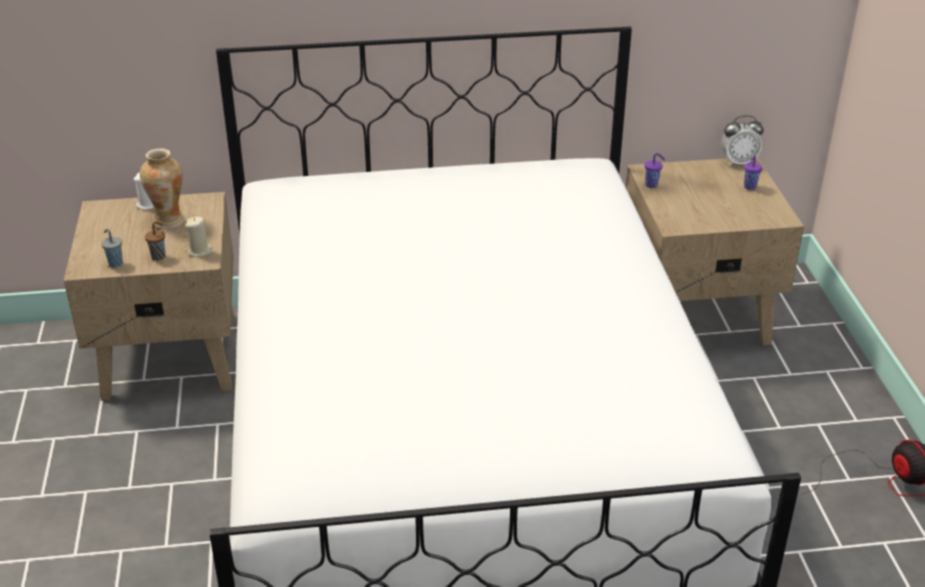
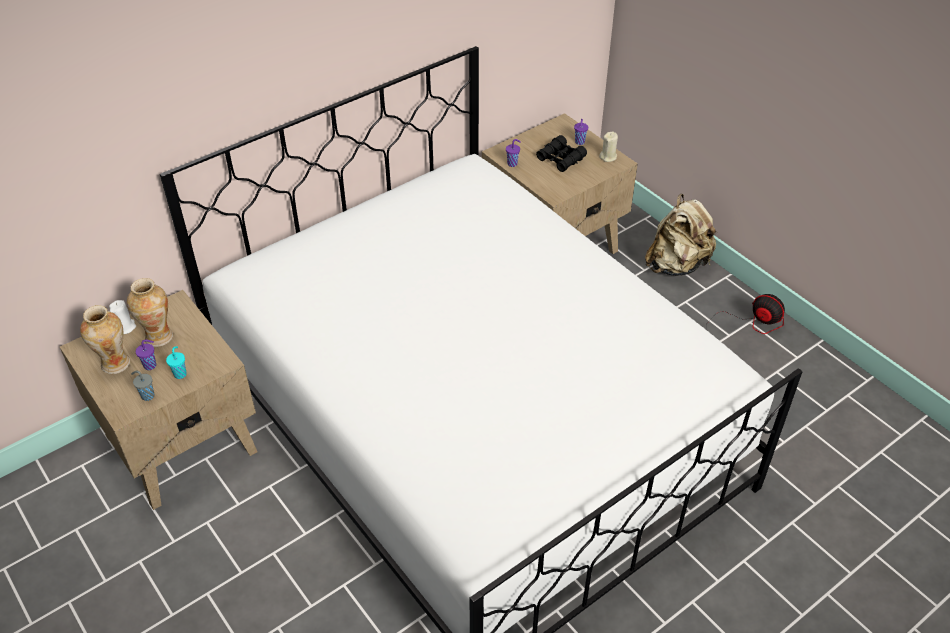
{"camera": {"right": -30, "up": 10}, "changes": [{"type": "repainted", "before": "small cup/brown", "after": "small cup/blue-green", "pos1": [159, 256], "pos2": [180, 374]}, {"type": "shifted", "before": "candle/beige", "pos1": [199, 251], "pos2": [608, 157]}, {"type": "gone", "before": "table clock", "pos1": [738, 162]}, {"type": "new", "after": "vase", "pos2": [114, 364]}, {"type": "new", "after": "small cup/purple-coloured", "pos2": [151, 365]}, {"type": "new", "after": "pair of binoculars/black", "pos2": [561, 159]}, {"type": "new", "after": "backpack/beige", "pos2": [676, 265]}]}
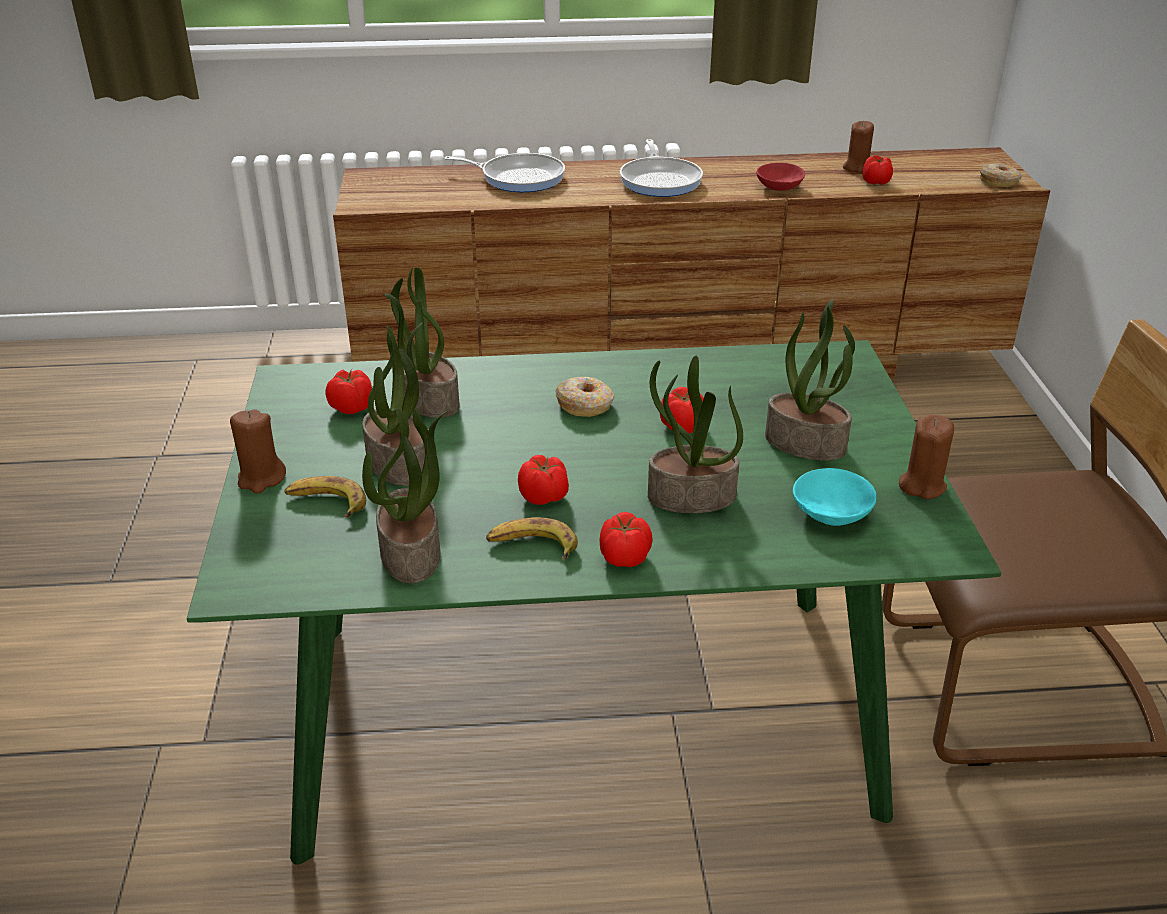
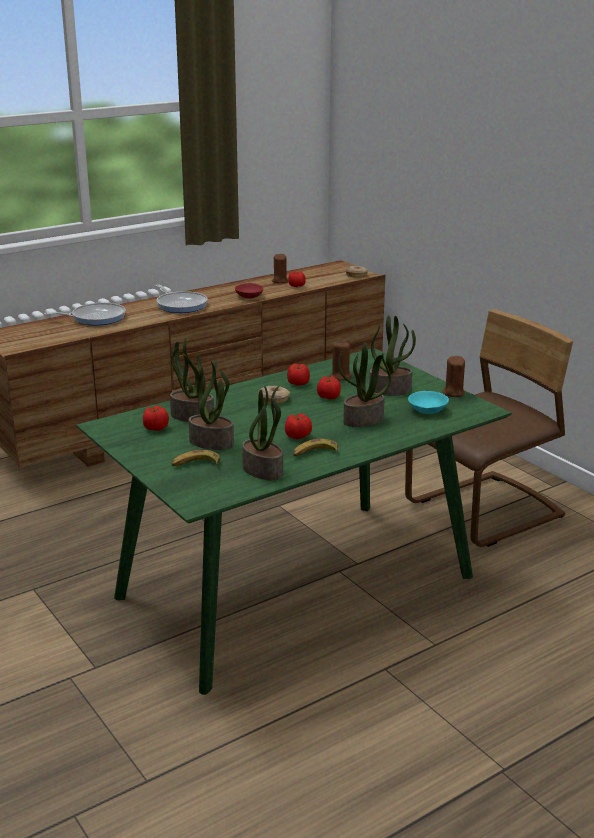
{"camera": {"right": -30, "up": -10}, "changes": [{"type": "shifted", "before": "candle/brown", "pos1": [261, 478], "pos2": [341, 376]}, {"type": "shifted", "before": "fresh tomato", "pos1": [623, 558], "pos2": [298, 384]}]}
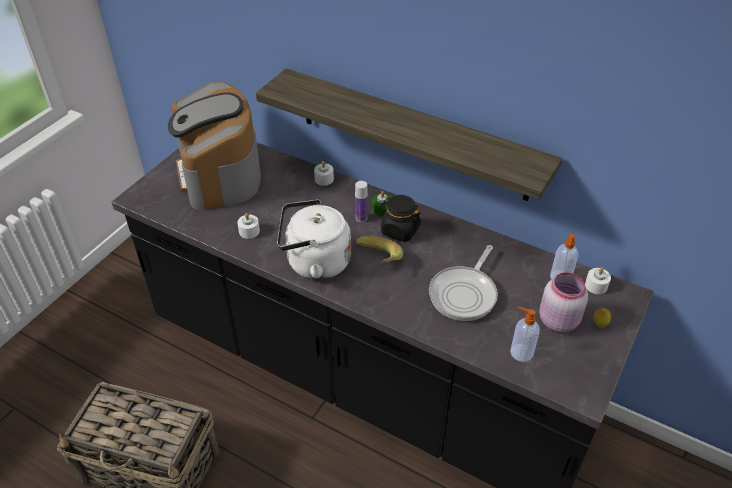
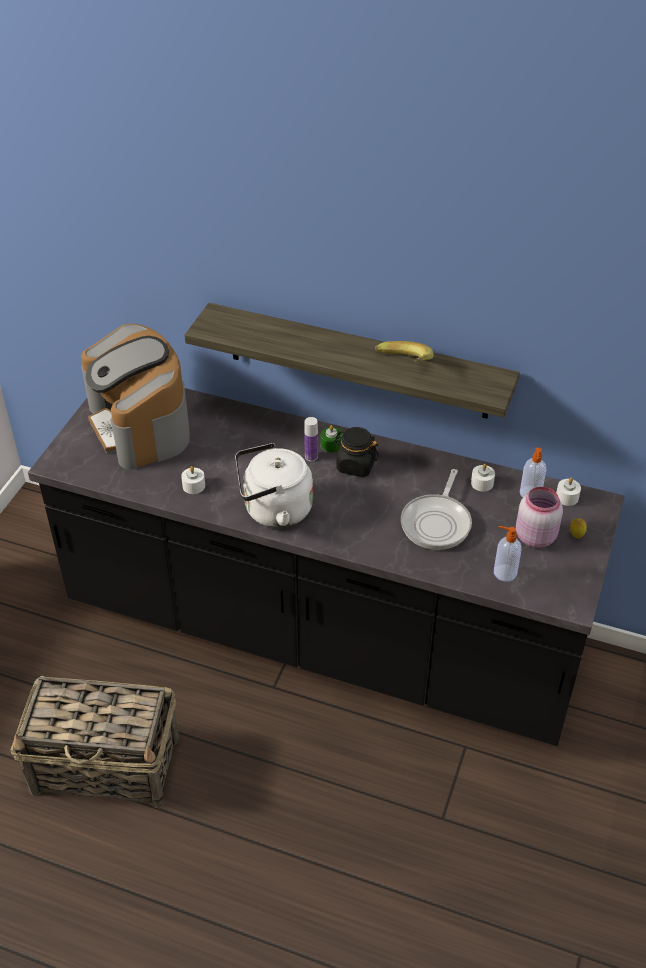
{"camera": {"right": -10, "up": 0}, "changes": [{"type": "shifted", "before": "candle/white-coloured", "pos1": [324, 179], "pos2": [482, 483]}, {"type": "shifted", "before": "banana", "pos1": [376, 261], "pos2": [403, 366]}]}
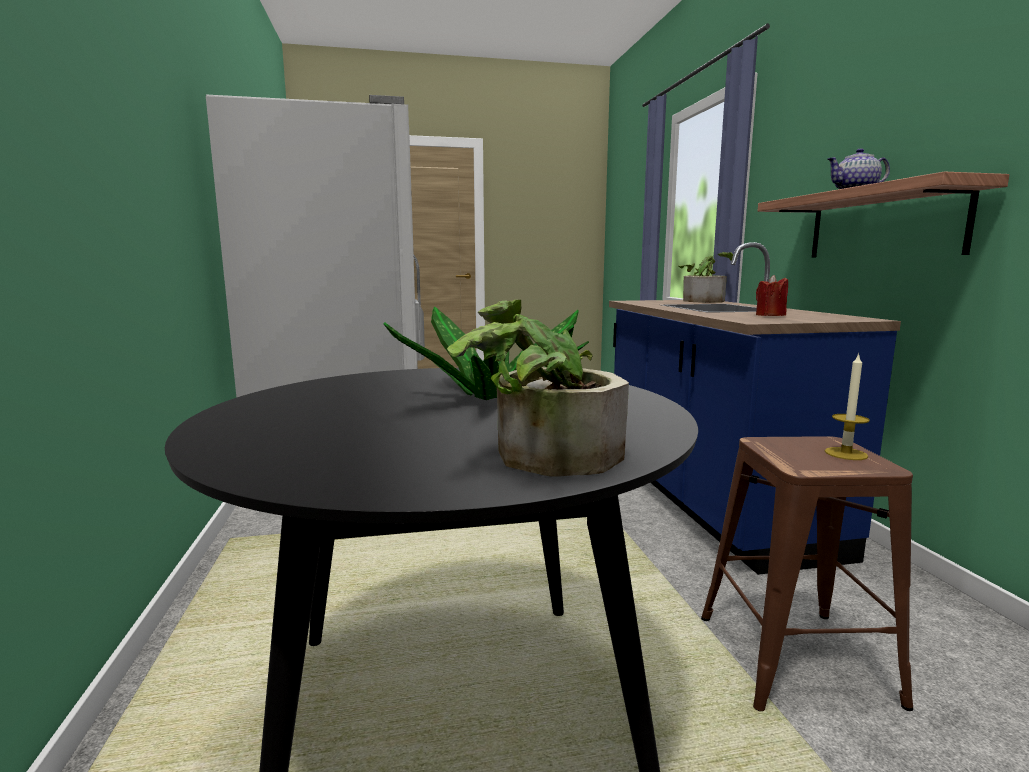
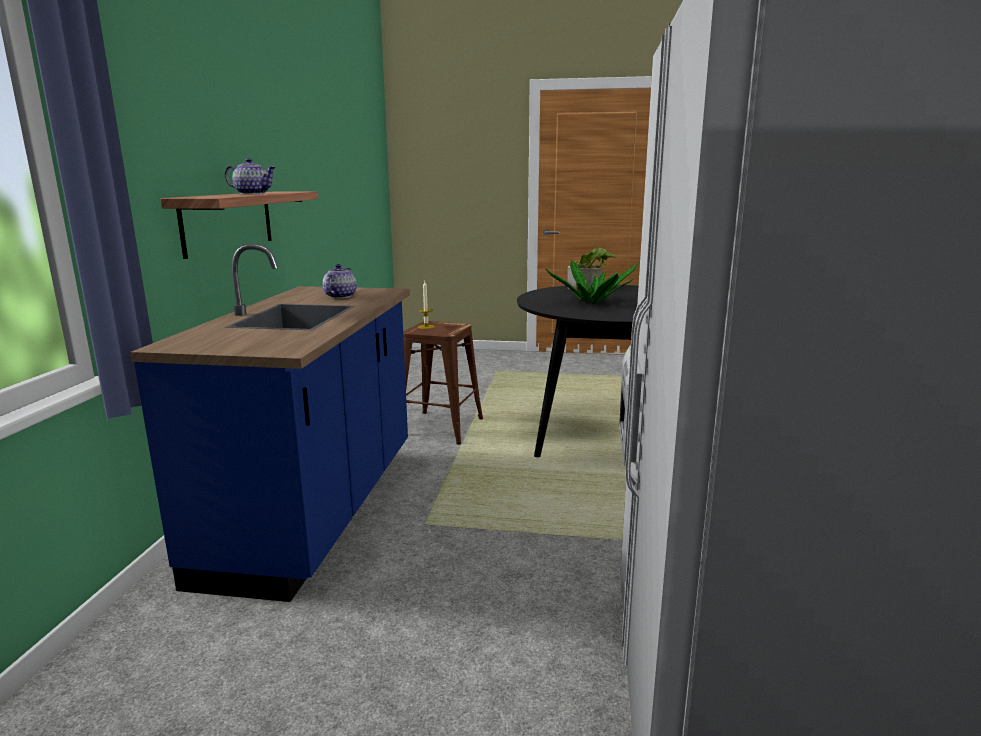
{"camera": {"right": -160, "up": 5}, "changes": [{"type": "gone", "before": "potted plant", "pos1": [704, 301]}, {"type": "swapped", "before": "candle/red-coloured", "after": "teapot", "pos1": [770, 315], "pos2": [340, 296]}]}
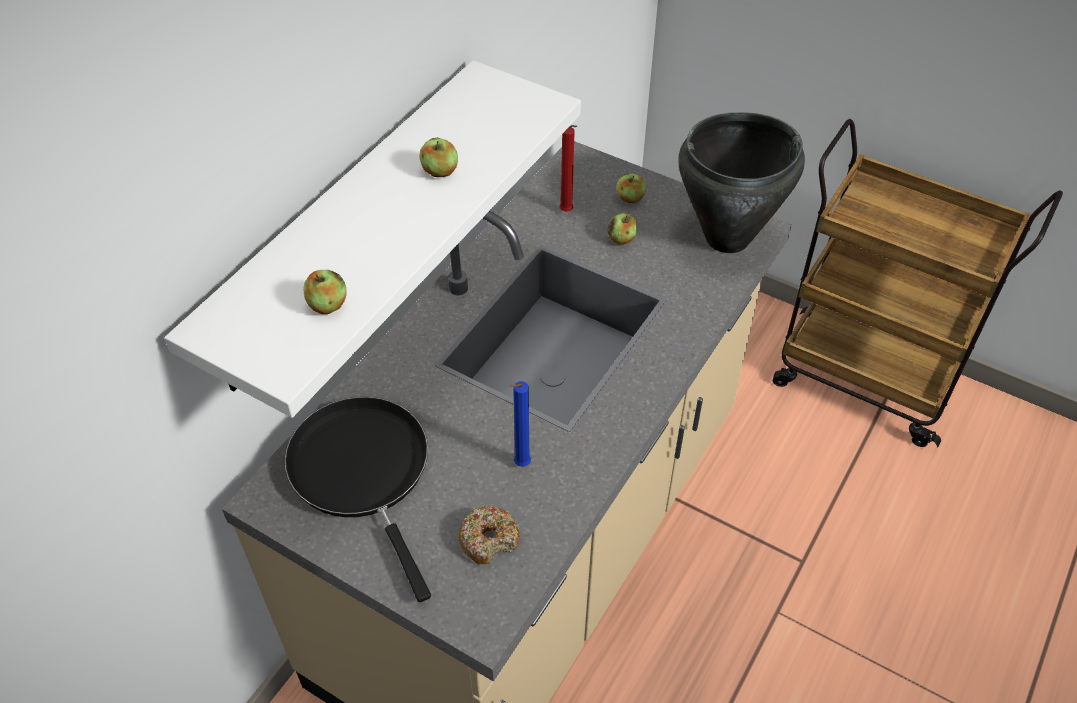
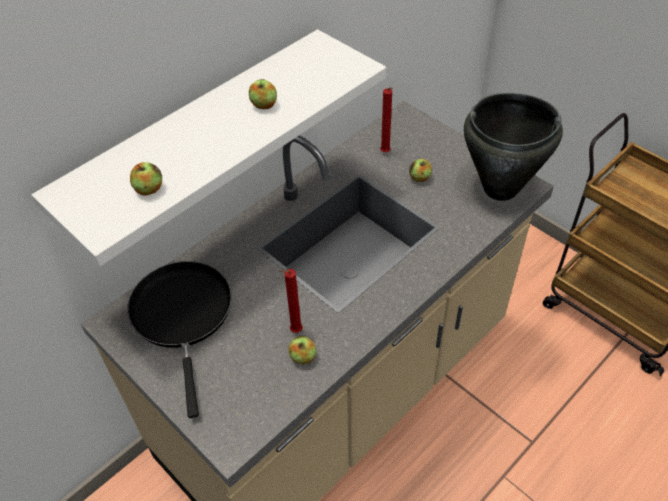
{"camera": {"right": 15, "up": 0}, "changes": [{"type": "gone", "before": "donut", "pos1": [489, 539]}, {"type": "repainted", "before": "candle/blue", "after": "candle/red-coloured", "pos1": [520, 465], "pos2": [294, 331]}, {"type": "shifted", "before": "whole apple", "pos1": [630, 198], "pos2": [303, 357]}]}
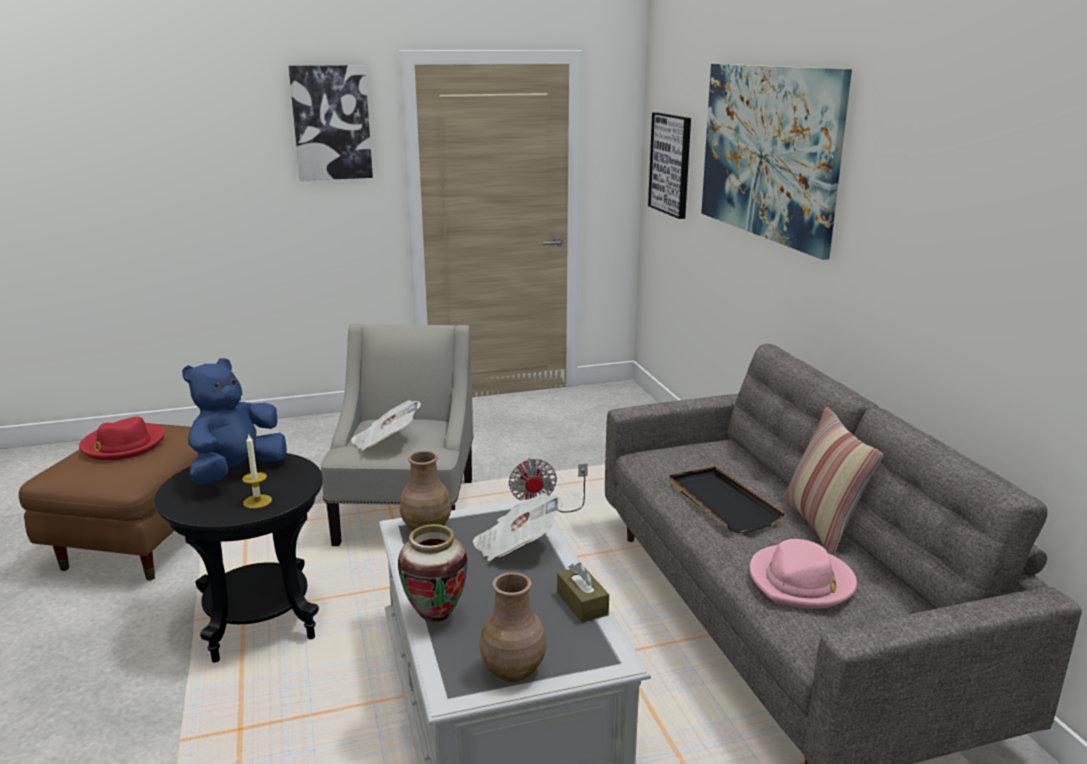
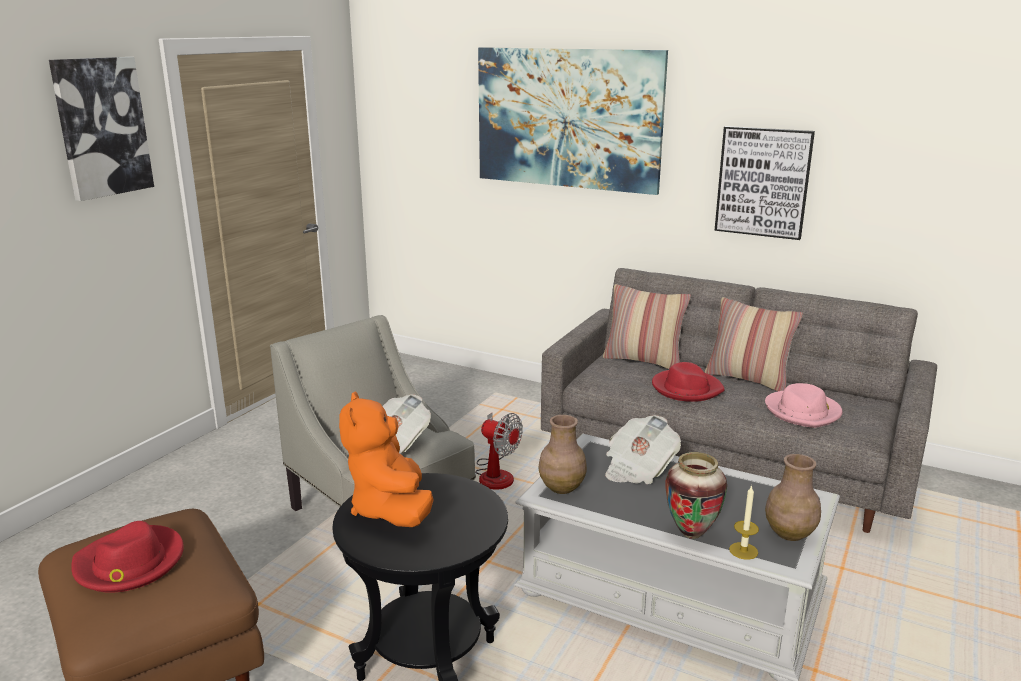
{"camera": {"right": -45, "up": 0}, "changes": [{"type": "repainted", "before": "plush toy/blue", "after": "plush toy/orange", "pos1": [237, 472], "pos2": [390, 509]}, {"type": "shifted", "before": "candle", "pos1": [257, 501], "pos2": [743, 551]}, {"type": "gone", "before": "box of tissues/brown", "pos1": [582, 604]}, {"type": "shifted", "before": "picture", "pos1": [671, 164], "pos2": [763, 182]}, {"type": "swapped", "before": "carrying tray/black", "after": "wearable hat/red-coloured", "pos1": [721, 502], "pos2": [686, 388]}, {"type": "new", "after": "cushion", "pos2": [643, 361]}]}
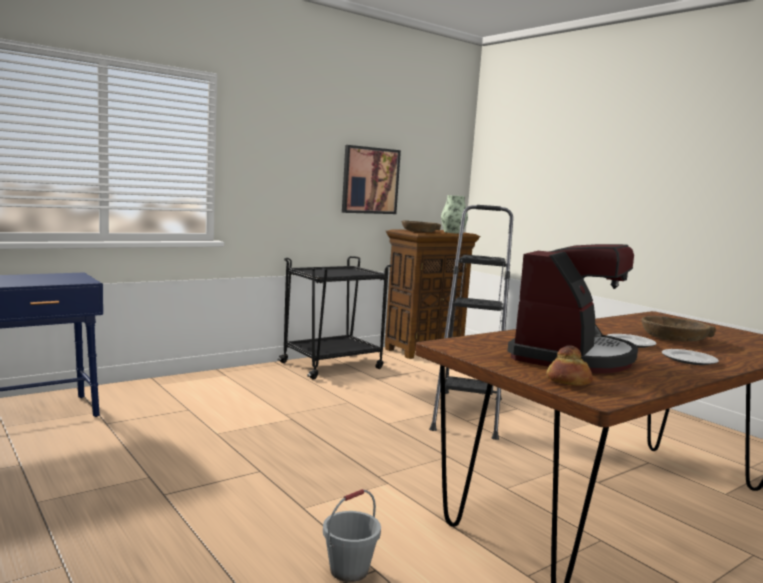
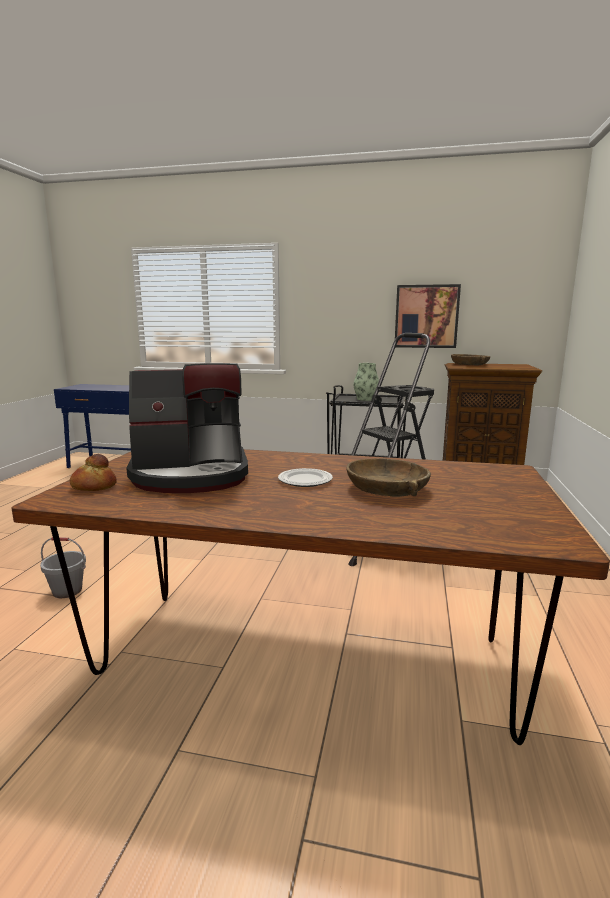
{"camera": {"right": 50, "up": 5}, "changes": [{"type": "shifted", "before": "vase", "pos1": [453, 232], "pos2": [366, 399]}, {"type": "gone", "before": "dinner plate", "pos1": [689, 359]}]}
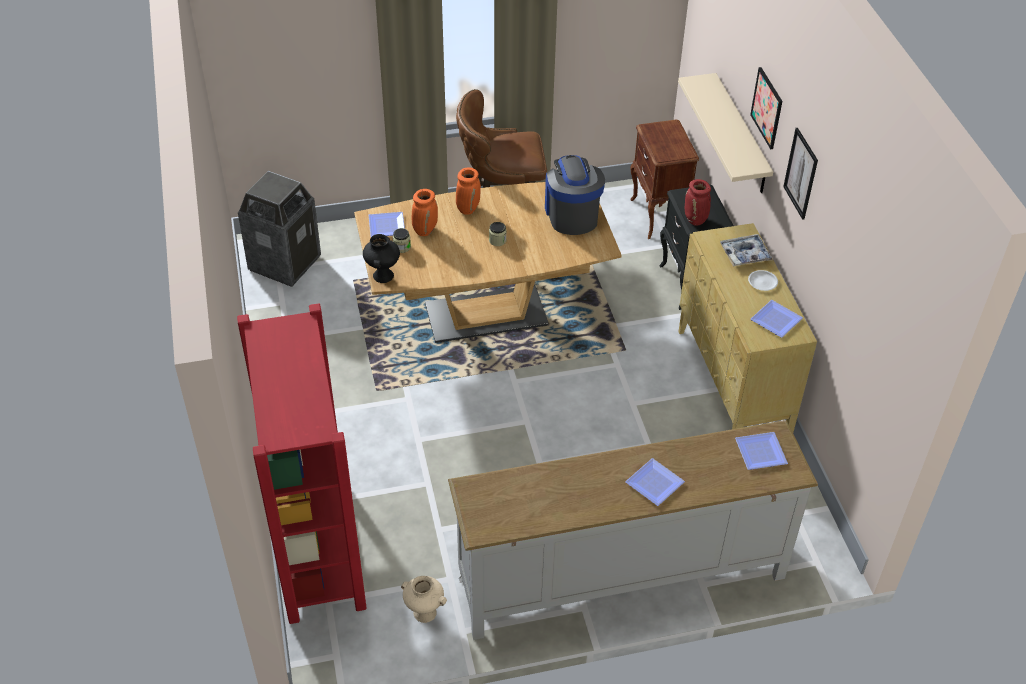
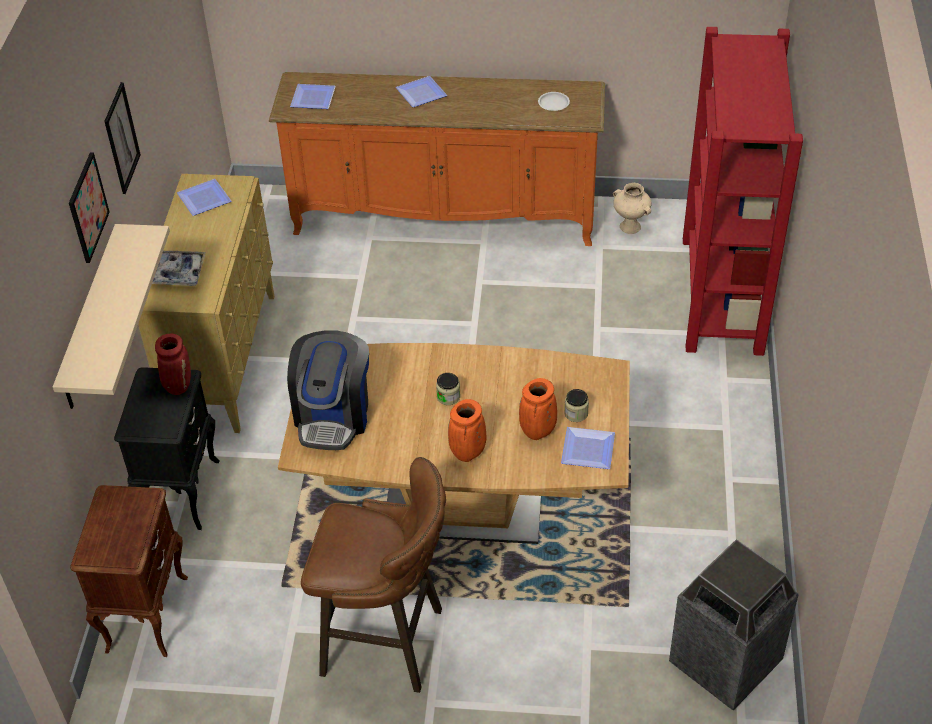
{"camera": {"right": -160, "up": 0}, "changes": [{"type": "gone", "before": "vase/black", "pos1": [383, 275]}, {"type": "repainted", "before": "cupboard/gray", "after": "cupboard/orange", "pos1": [620, 576], "pos2": [444, 219]}, {"type": "shifted", "before": "dinner plate/white-coloured", "pos1": [762, 282], "pos2": [554, 103]}]}
